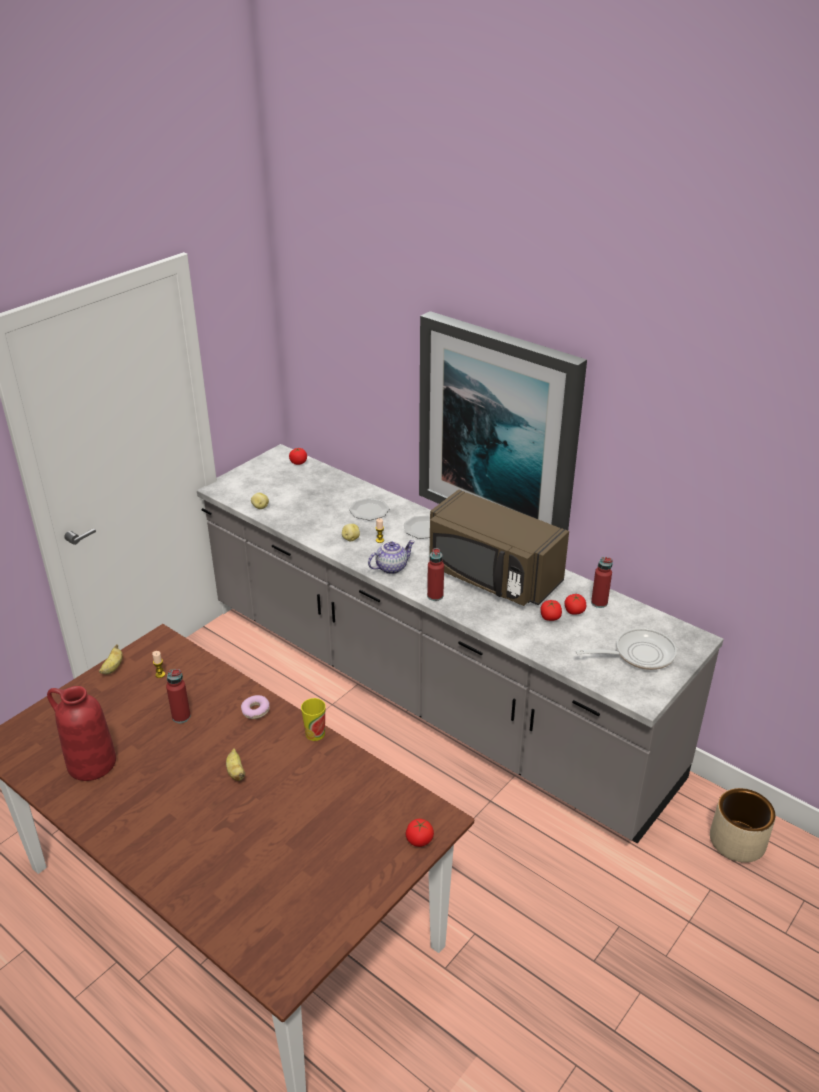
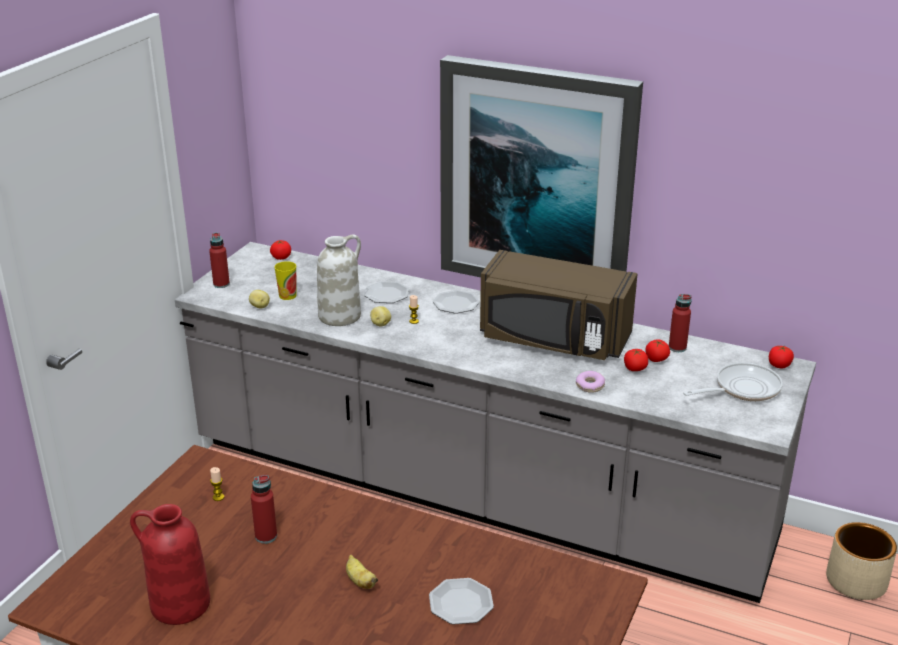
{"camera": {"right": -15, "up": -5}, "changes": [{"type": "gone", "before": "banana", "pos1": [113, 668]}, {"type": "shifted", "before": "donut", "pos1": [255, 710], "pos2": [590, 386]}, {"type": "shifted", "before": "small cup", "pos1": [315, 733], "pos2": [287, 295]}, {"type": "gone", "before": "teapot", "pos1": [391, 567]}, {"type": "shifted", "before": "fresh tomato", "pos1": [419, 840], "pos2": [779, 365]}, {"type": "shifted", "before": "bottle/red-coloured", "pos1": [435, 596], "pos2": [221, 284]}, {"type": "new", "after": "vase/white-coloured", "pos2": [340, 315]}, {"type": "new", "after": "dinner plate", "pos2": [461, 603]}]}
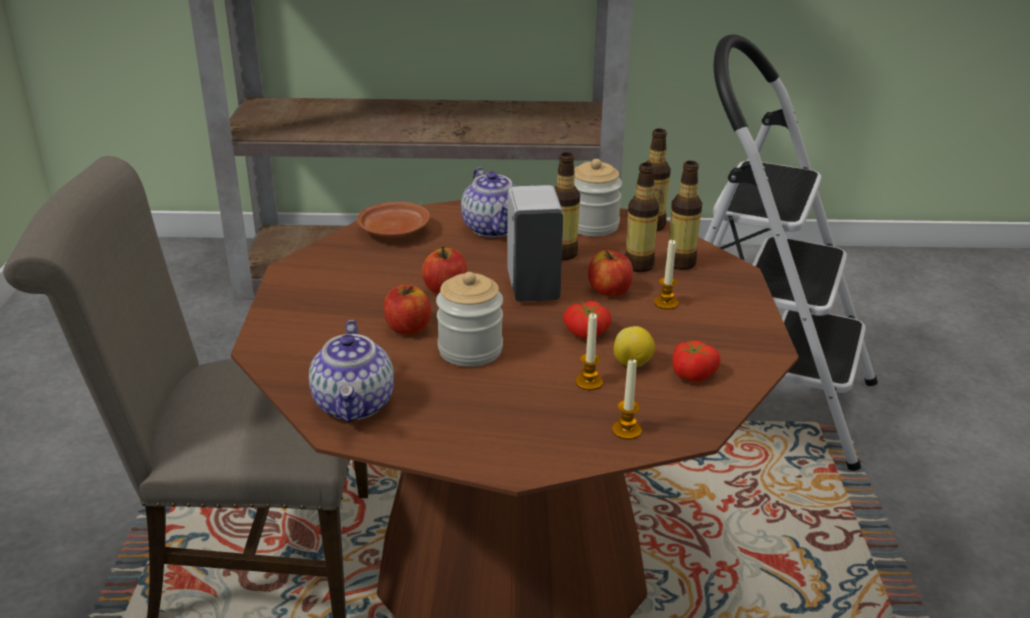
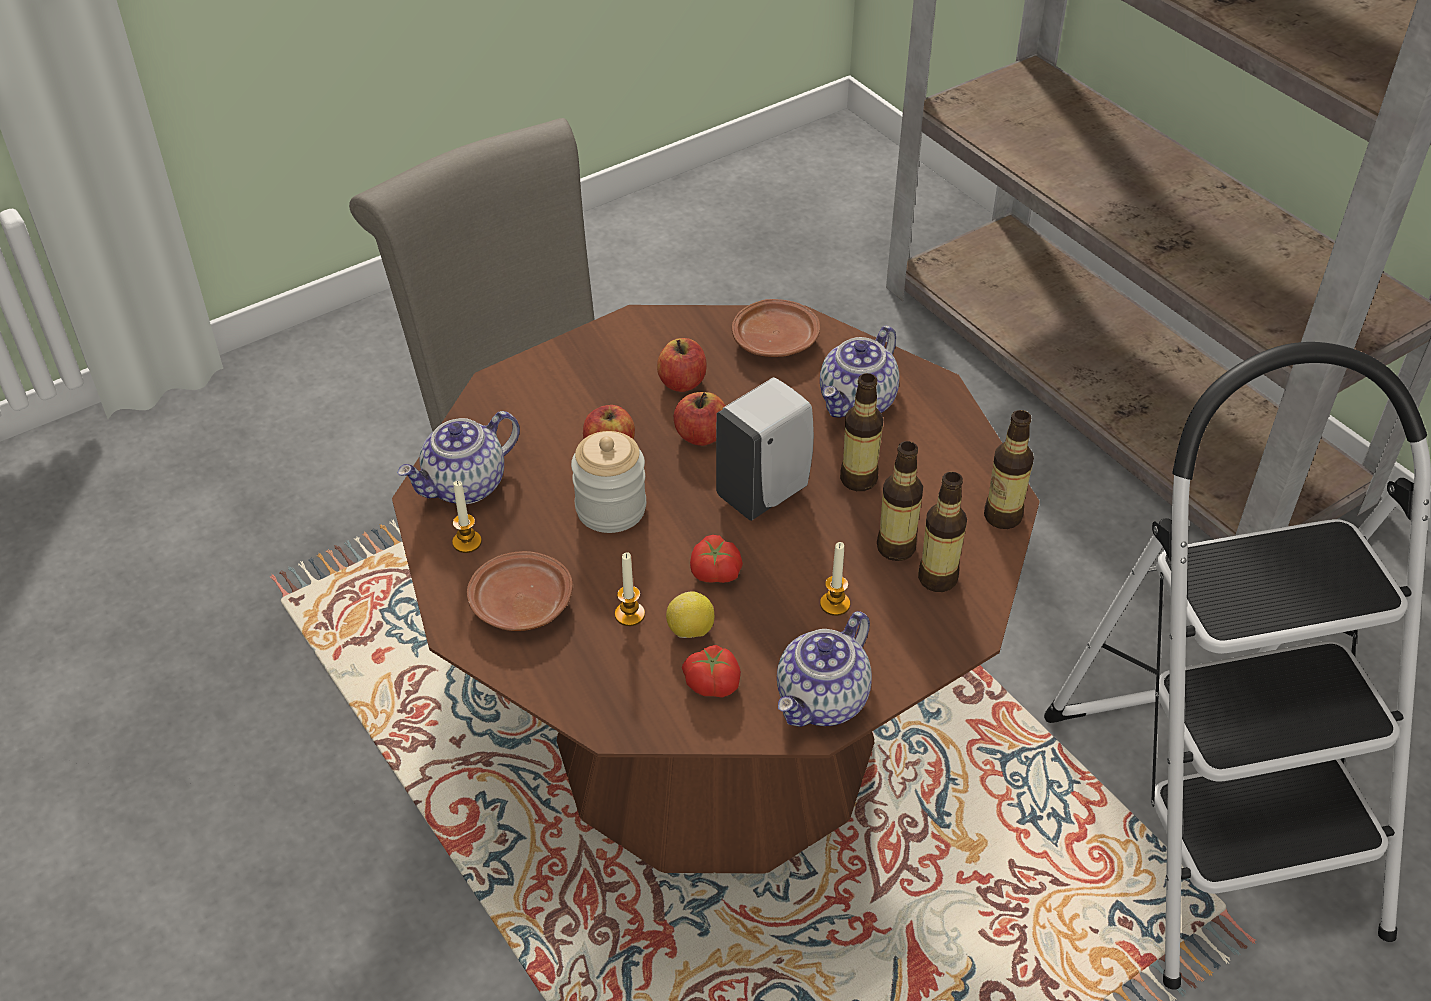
{"camera": {"right": 55, "up": 15}, "changes": [{"type": "gone", "before": "preserve jar", "pos1": [592, 225]}, {"type": "shifted", "before": "whole apple", "pos1": [609, 291], "pos2": [682, 382]}, {"type": "shifted", "before": "candle", "pos1": [626, 430], "pos2": [467, 542]}, {"type": "new", "after": "dinner plate/brown", "pos2": [520, 604]}, {"type": "new", "after": "teapot", "pos2": [823, 701]}]}
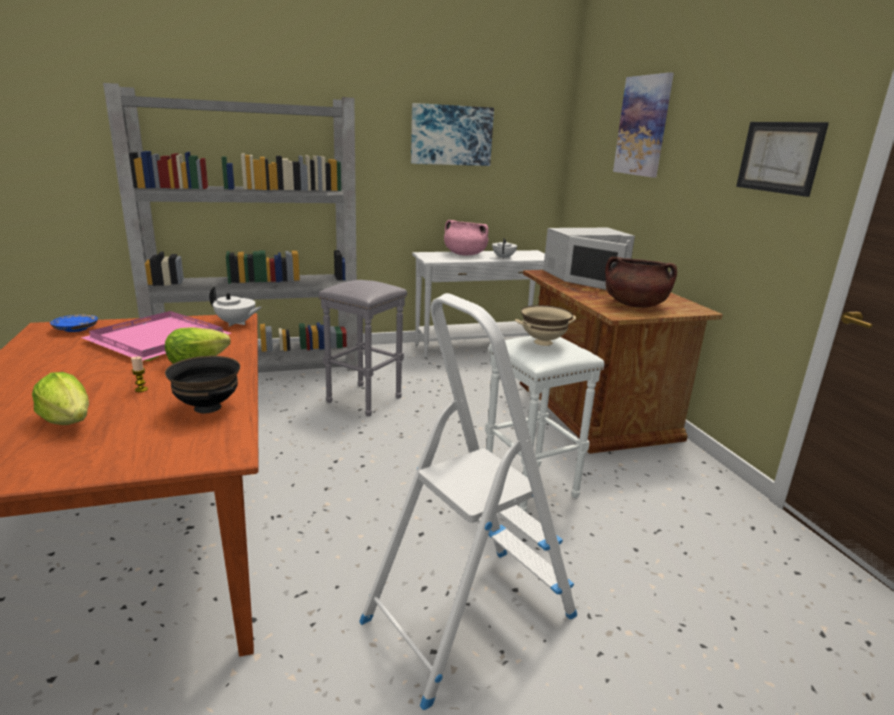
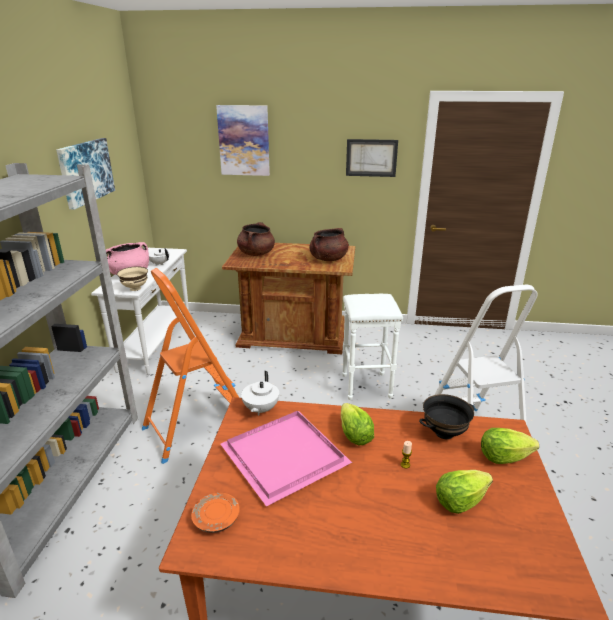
{"camera": {"right": -65, "up": 5}, "changes": [{"type": "repainted", "before": "dinner plate/blue", "after": "dinner plate/orange", "pos1": [75, 329], "pos2": [216, 519]}, {"type": "rotated", "before": "teapot/white-coloured", "pos1": [236, 323], "pos2": [260, 409], "turn": 150}, {"type": "swapped", "before": "stool seat/gray", "after": "stepladder/orange", "pos1": [364, 398], "pos2": [199, 426]}, {"type": "shifted", "before": "deep dish/beige", "pos1": [543, 342], "pos2": [135, 288]}, {"type": "swapped", "before": "microwave/white-coloured", "after": "stockpot/brown", "pos1": [584, 276], "pos2": [256, 253]}, {"type": "new", "after": "lettuce", "pos2": [503, 457]}]}
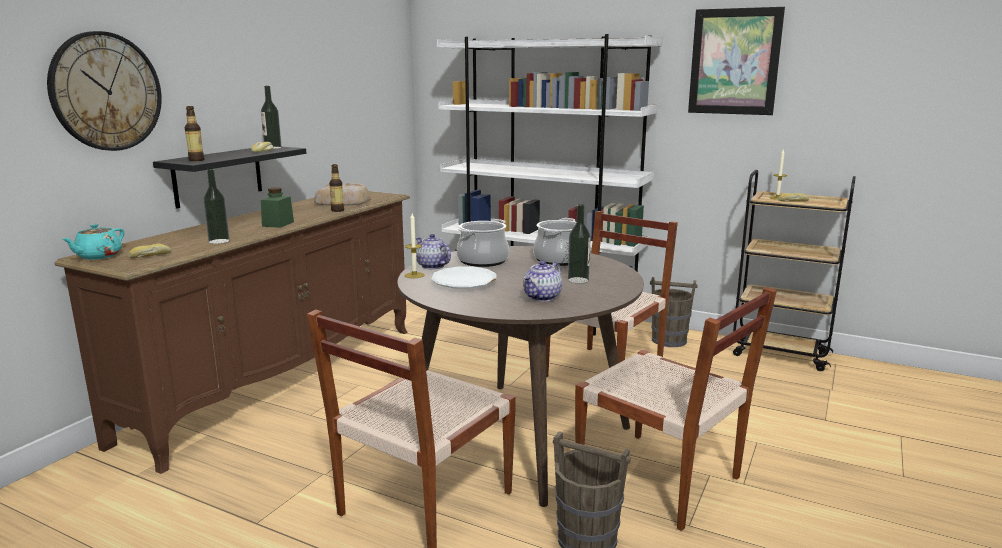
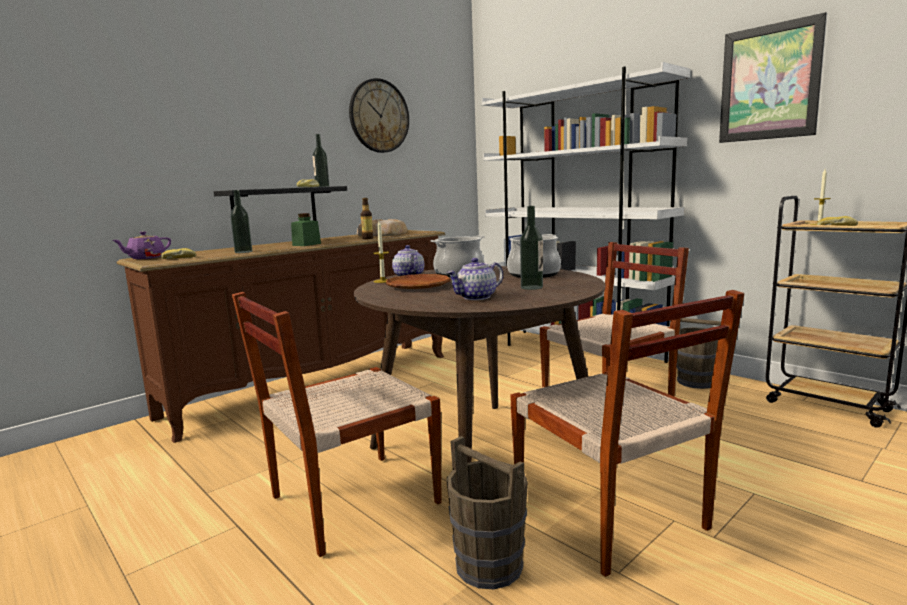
{"camera": {"right": 20, "up": -5}, "changes": [{"type": "shifted", "before": "wall clock", "pos1": [106, 92], "pos2": [379, 116]}, {"type": "repainted", "before": "teapot/blue-green", "after": "teapot/purple-coloured", "pos1": [98, 256], "pos2": [145, 258]}, {"type": "gone", "before": "bottle", "pos1": [196, 160]}, {"type": "repainted", "before": "dinner plate/white-coloured", "after": "dinner plate/brown", "pos1": [464, 282], "pos2": [418, 286]}]}
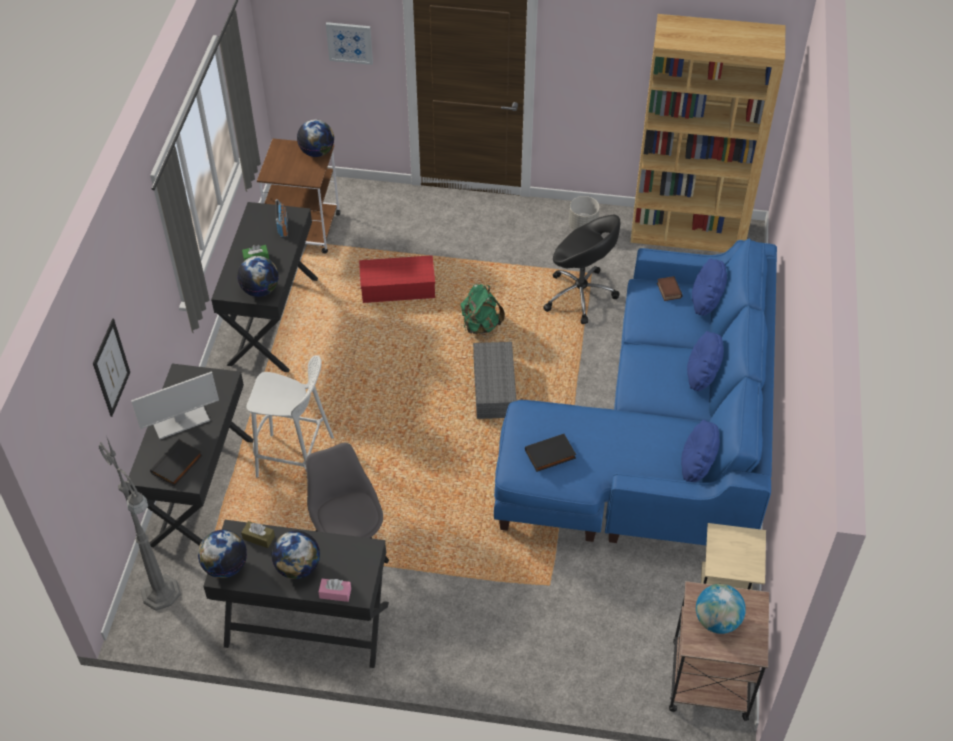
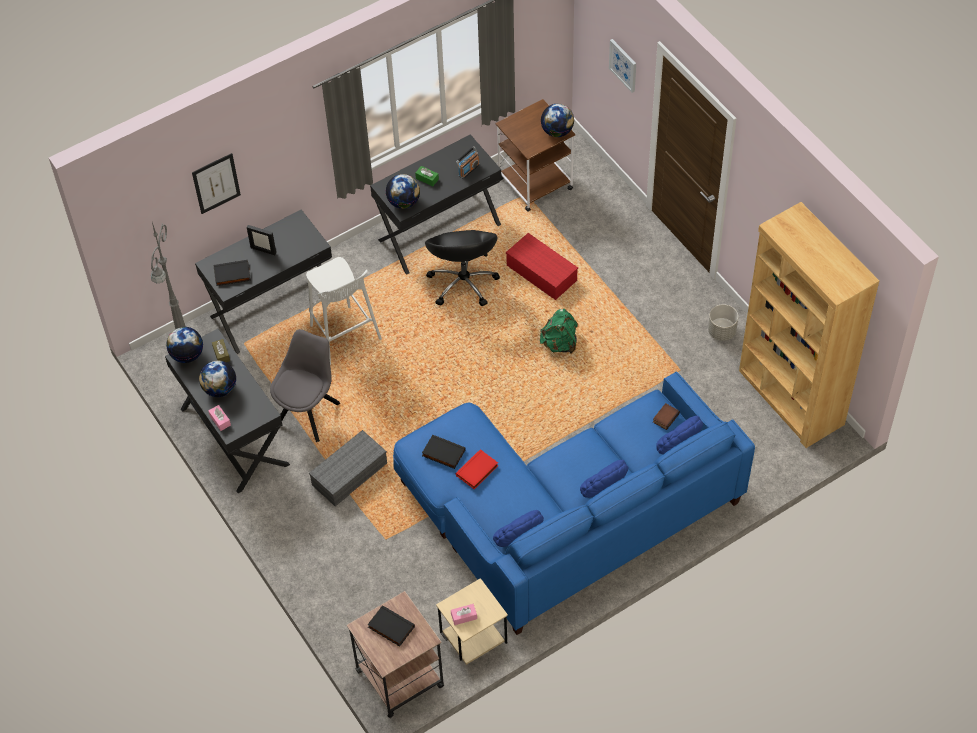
{"camera": {"right": 50, "up": 5}, "changes": [{"type": "swapped", "before": "monitor", "after": "standing frame", "pos1": [180, 421], "pos2": [263, 250]}, {"type": "shifted", "before": "storage container/gray", "pos1": [493, 387], "pos2": [350, 473]}, {"type": "shifted", "before": "office chair/black", "pos1": [581, 296], "pos2": [463, 285]}, {"type": "swapped", "before": "world globe", "after": "book/black", "pos1": [717, 621], "pos2": [390, 627]}, {"type": "new", "after": "box of tissues/pinkish", "pos2": [464, 616]}, {"type": "new", "after": "book/red-coloured", "pos2": [477, 471]}]}
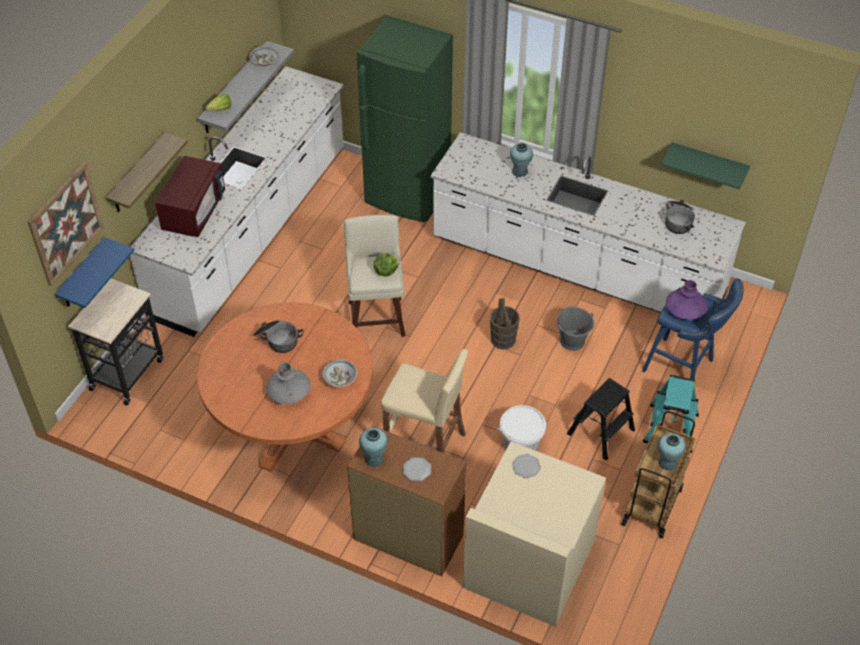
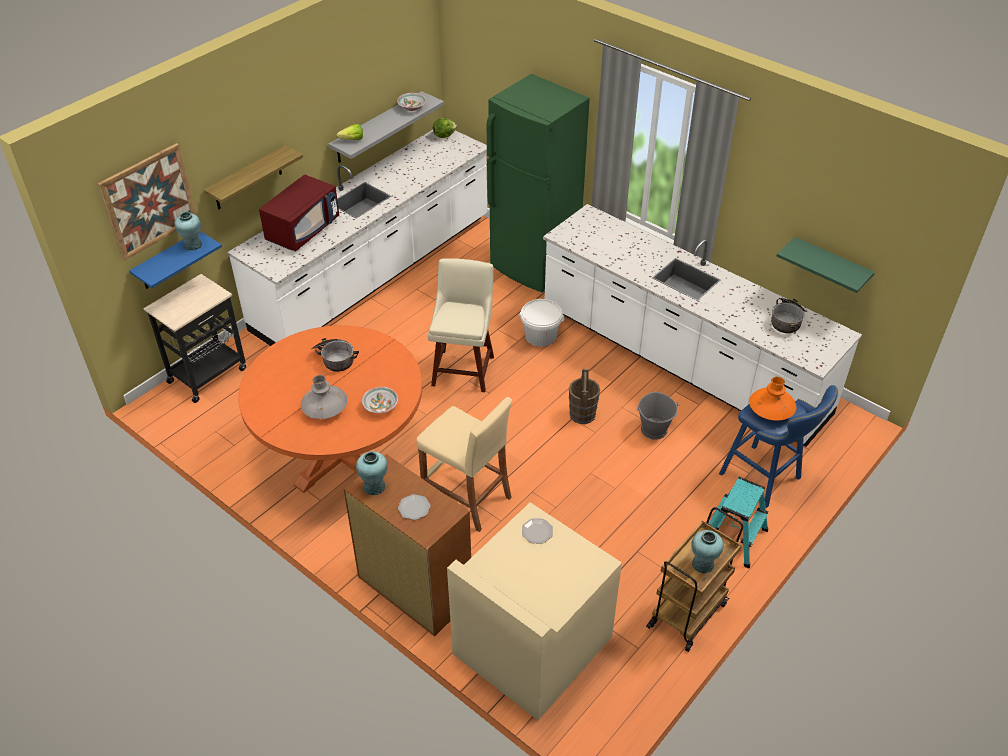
{"camera": {"right": 15, "up": -5}, "changes": [{"type": "shifted", "before": "lettuce", "pos1": [386, 271], "pos2": [444, 135]}, {"type": "shifted", "before": "pail/white-coloured", "pos1": [521, 443], "pos2": [540, 336]}, {"type": "shifted", "before": "vase/blue-green", "pos1": [520, 171], "pos2": [193, 245]}, {"type": "gone", "before": "stepladder/black", "pos1": [600, 432]}, {"type": "repainted", "before": "vase/purple-coloured", "after": "vase/orange", "pos1": [685, 309], "pos2": [771, 410]}]}
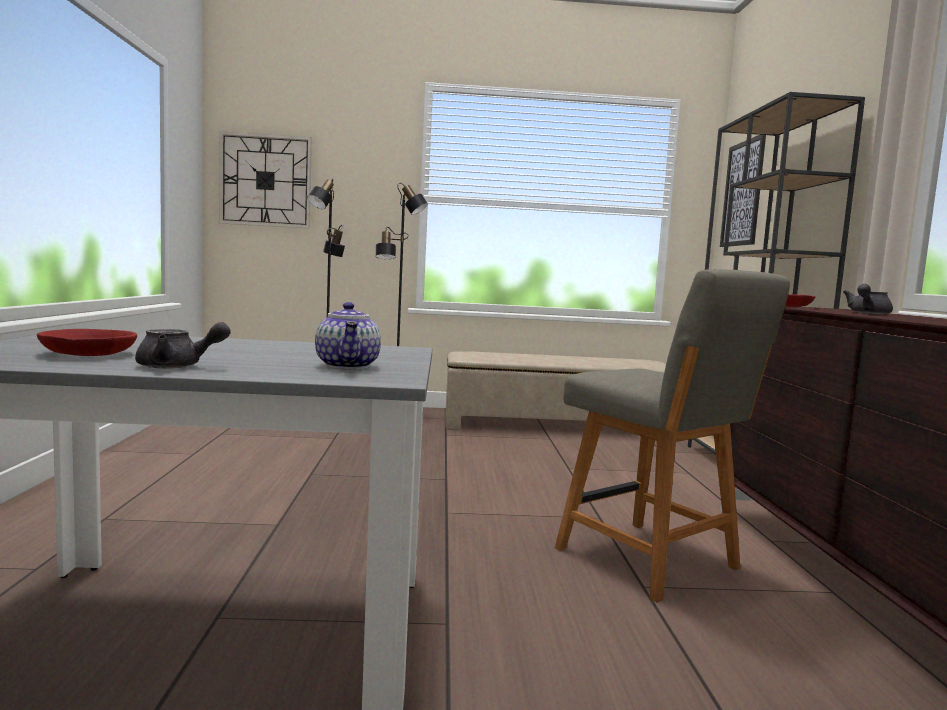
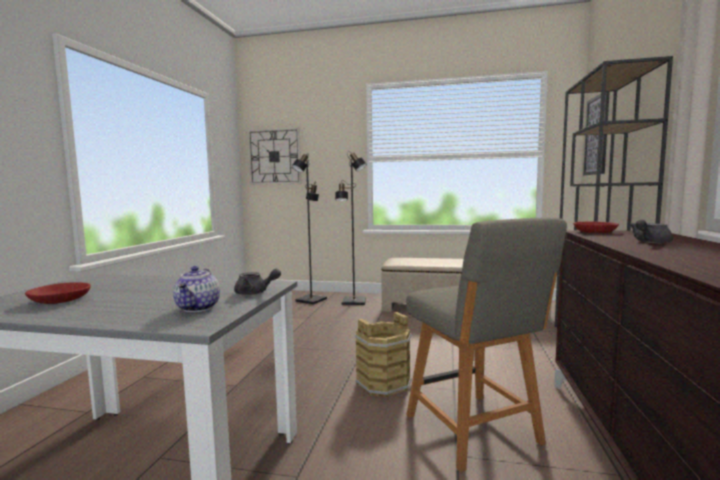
{"camera": {"right": 15, "up": 0}, "changes": [{"type": "shifted", "before": "teapot/gray", "pos1": [178, 366], "pos2": [255, 293]}, {"type": "new", "after": "pail/brown", "pos2": [383, 383]}]}
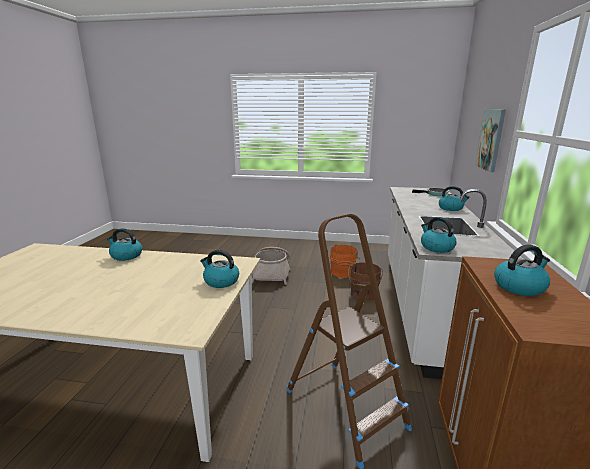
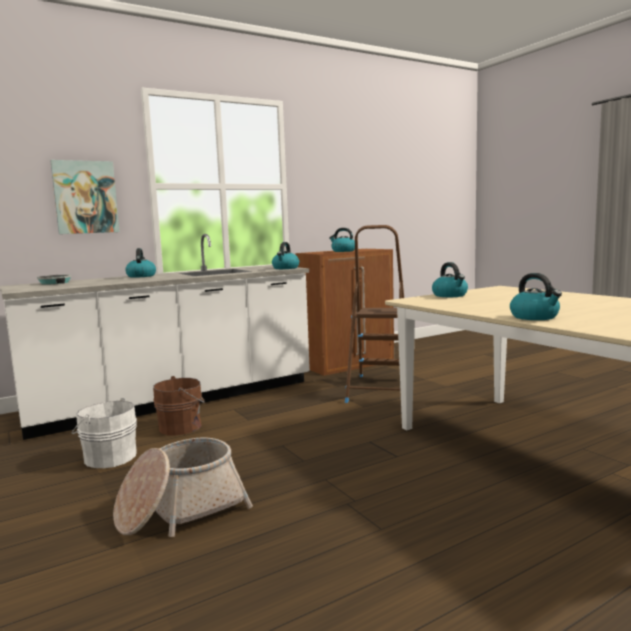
{"camera": {"right": -130, "up": -10}, "changes": [{"type": "repainted", "before": "pail/orange", "after": "pail/white-coloured", "pos1": [344, 272], "pos2": [109, 457]}]}
